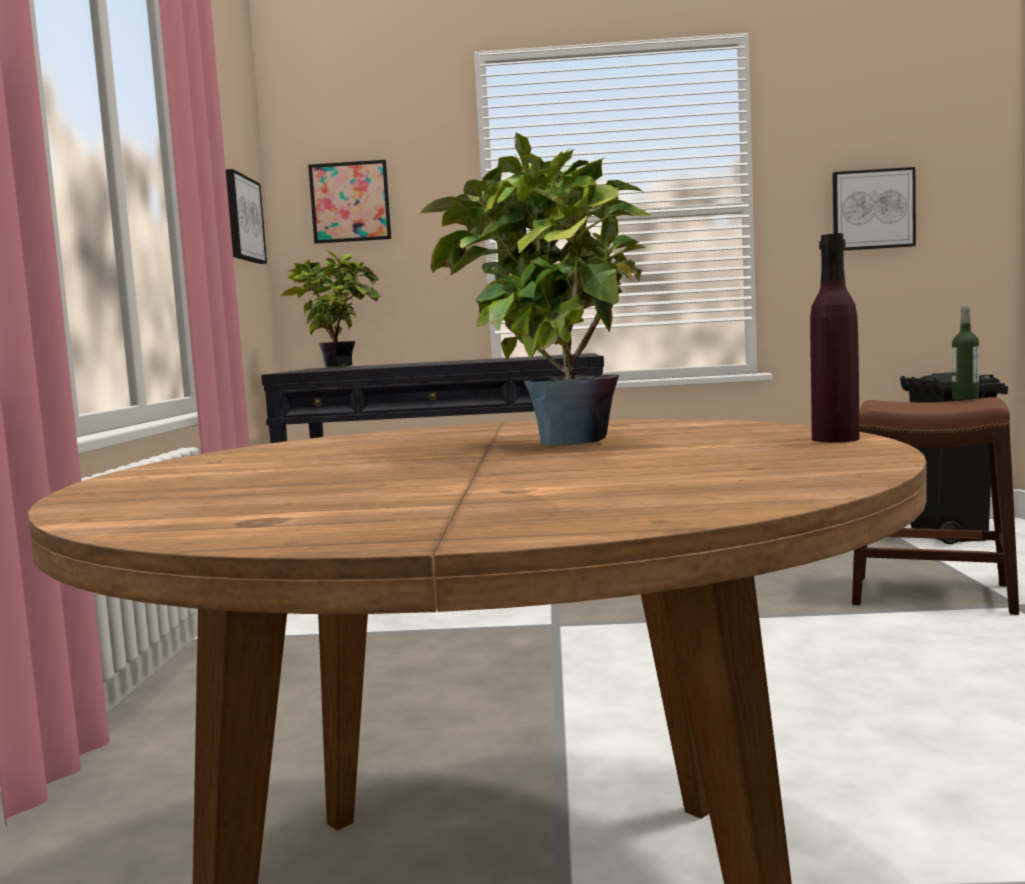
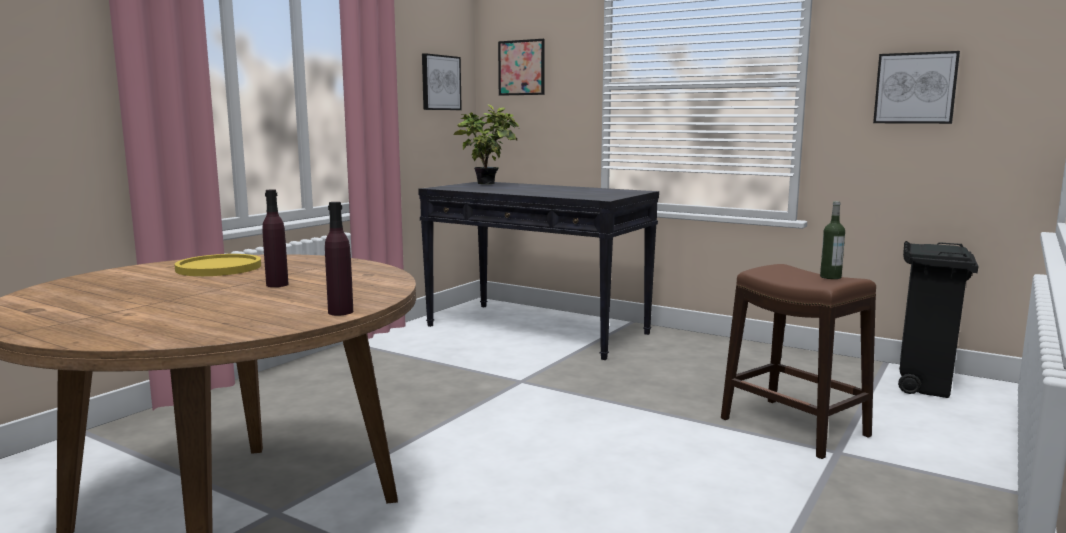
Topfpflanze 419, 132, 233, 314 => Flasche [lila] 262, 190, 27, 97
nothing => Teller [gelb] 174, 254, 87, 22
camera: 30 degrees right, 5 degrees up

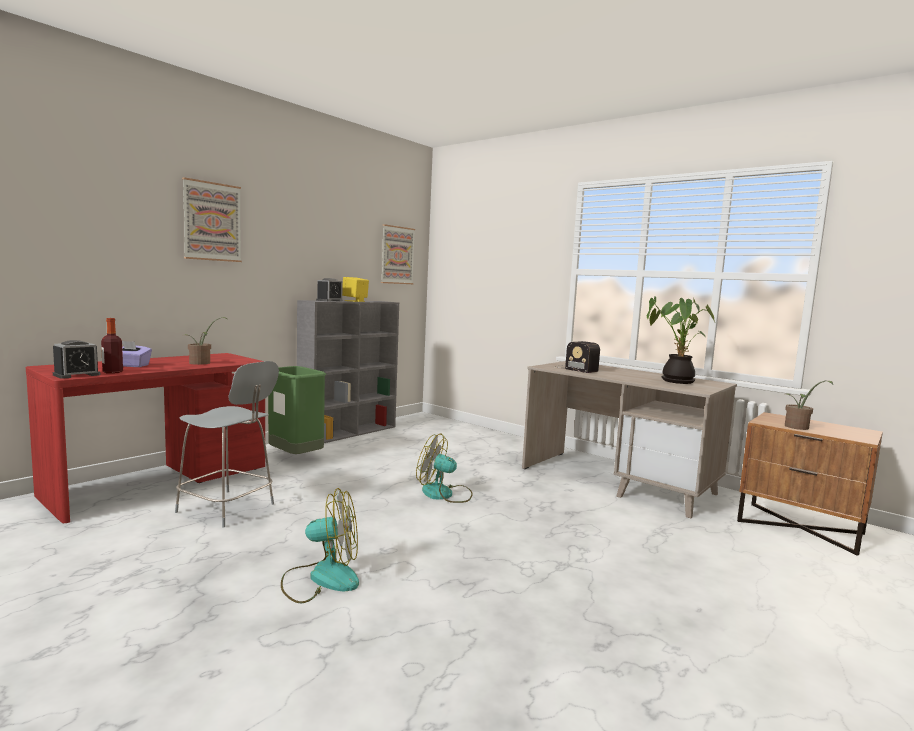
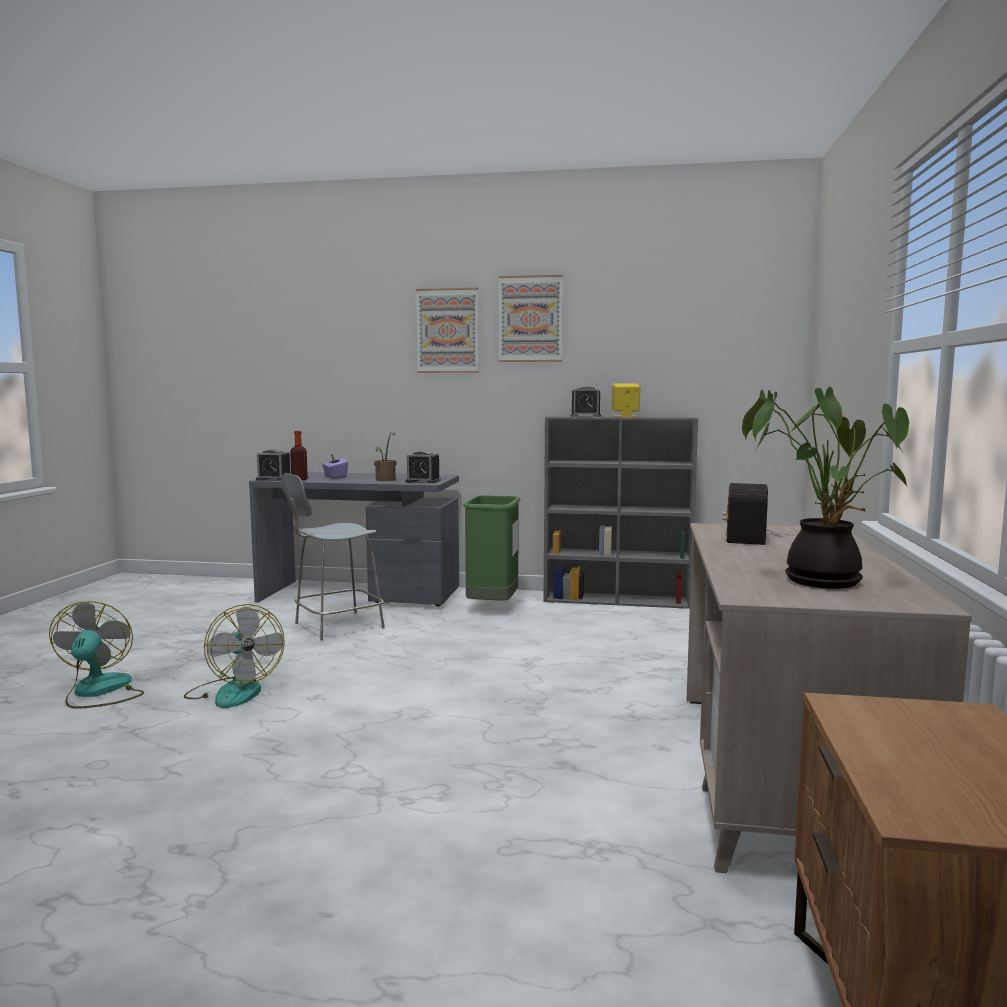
Schreibtisch [rot] 26, 353, 239, 170 => Schreibtisch [grau] 249, 472, 210, 134
Stuhl [grau] 175, 361, 104, 167 => Stuhl [grau] 281, 473, 104, 167, 60 degrees clockwise
Bild 381, 224, 34, 60 => Bild 498, 275, 65, 87, moved
Ventilator 416, 434, 57, 69 => Ventilator 49, 601, 95, 108, moved
Topfpflanze 785, 380, 48, 50 => nothing
nothing => Wecker 405, 451, 36, 32
camera: 60 degrees right, 0 degrees up

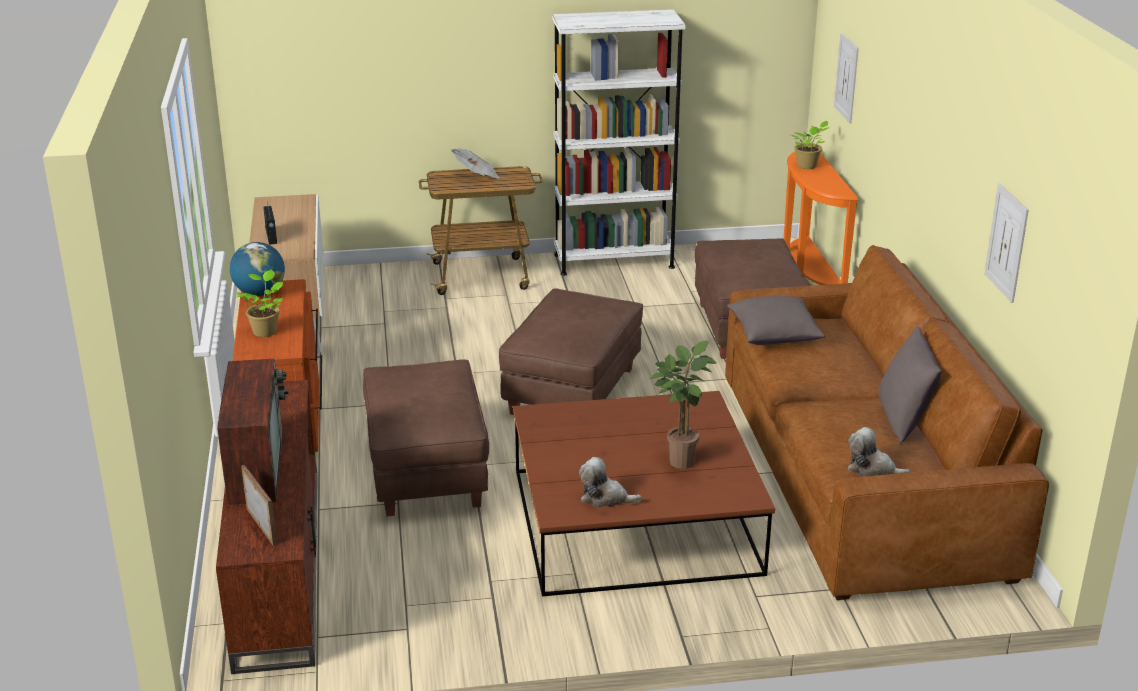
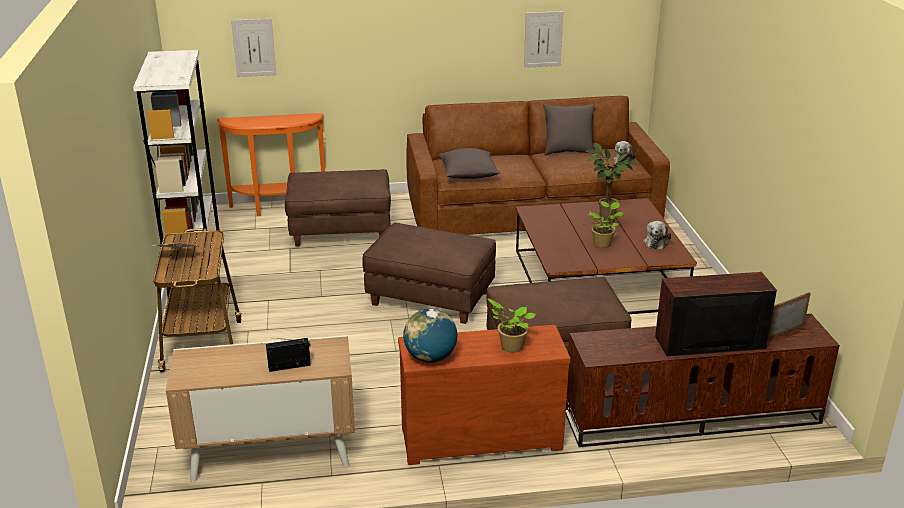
Topfpflanze 791, 121, 38, 48 => Topfpflanze 587, 201, 37, 47, moved
camera: 90 degrees left, 0 degrees up

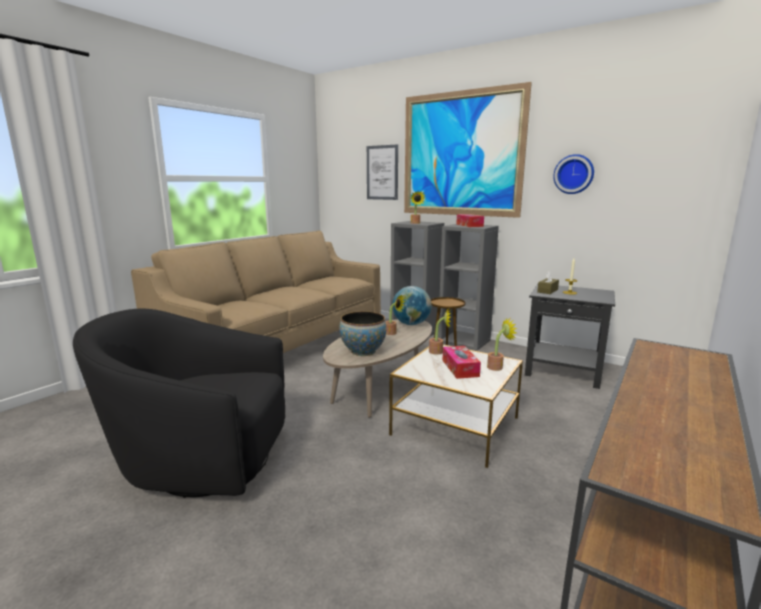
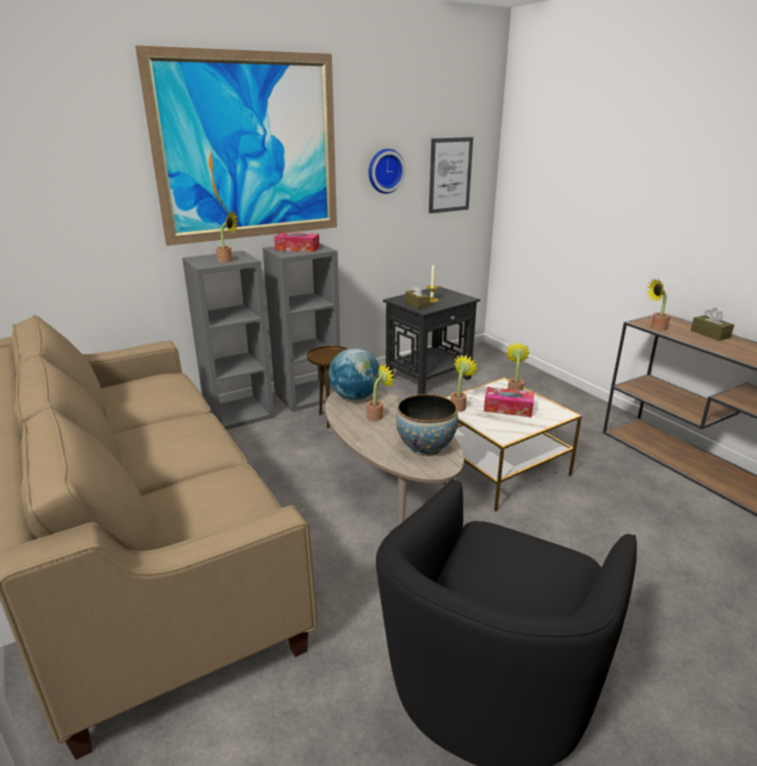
Bild 367, 144, 31, 56 => Bild 429, 137, 44, 77, moved
nothing => Topfpflanze 647, 278, 23, 53
nothing => Taschentuchbox [braun] 691, 308, 43, 33
camera: 65 degrees left, 10 degrees up

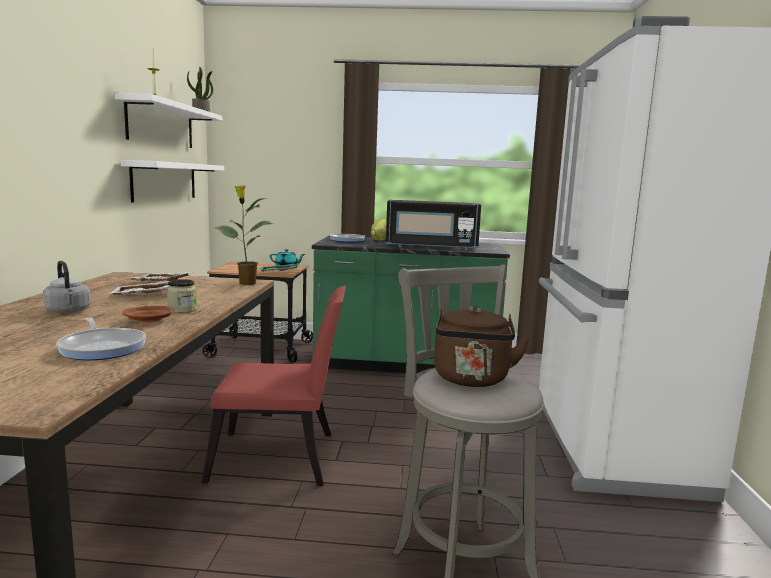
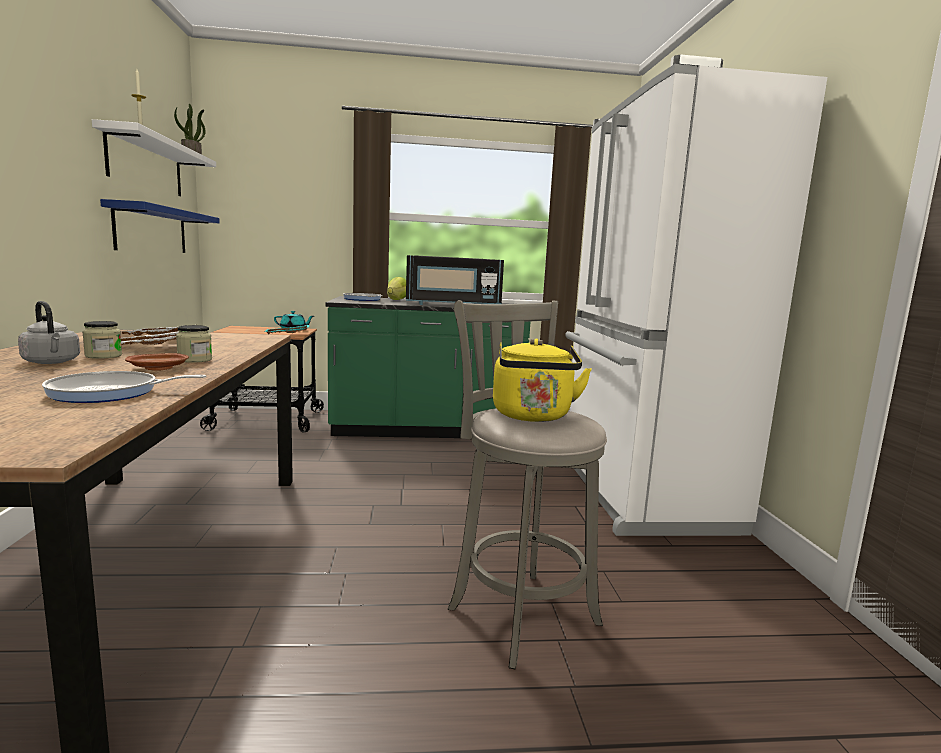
Pfanne 56, 317, 90, 43 => Pfanne 42, 371, 164, 32, 120 degrees clockwise
Wandregal [weiß] 120, 160, 104, 42 => Wandregal [blau] 100, 199, 120, 54
Stuhl [rot] 202, 286, 144, 200 => nothing
Topfpflanze 214, 185, 59, 100 => nothing
Wasserkessel [braun] 434, 306, 96, 81 => Wasserkessel [gelb] 493, 338, 99, 84
nothing => Vorratsglas 82, 321, 40, 38
camera: 10 degrees left, 0 degrees up

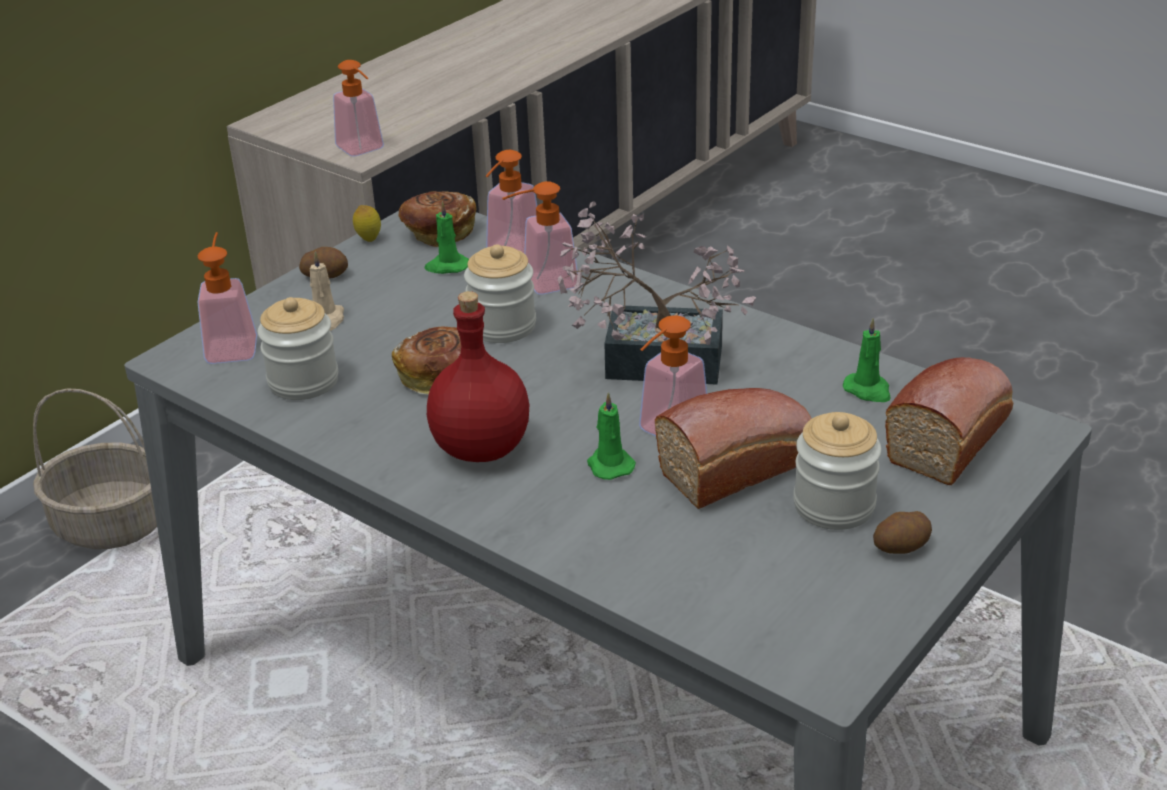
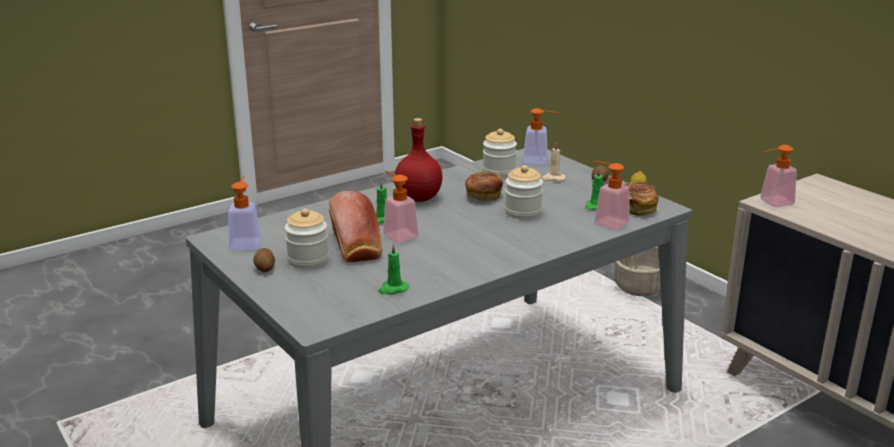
Seifenspender 502, 181, 76, 114 => Seifenspender 228, 176, 33, 74, moved
Topfpflanze 557, 201, 199, 184 => nothing
Brot 885, 357, 128, 128 => nothing
camera: 105 degrees right, 10 degrees down

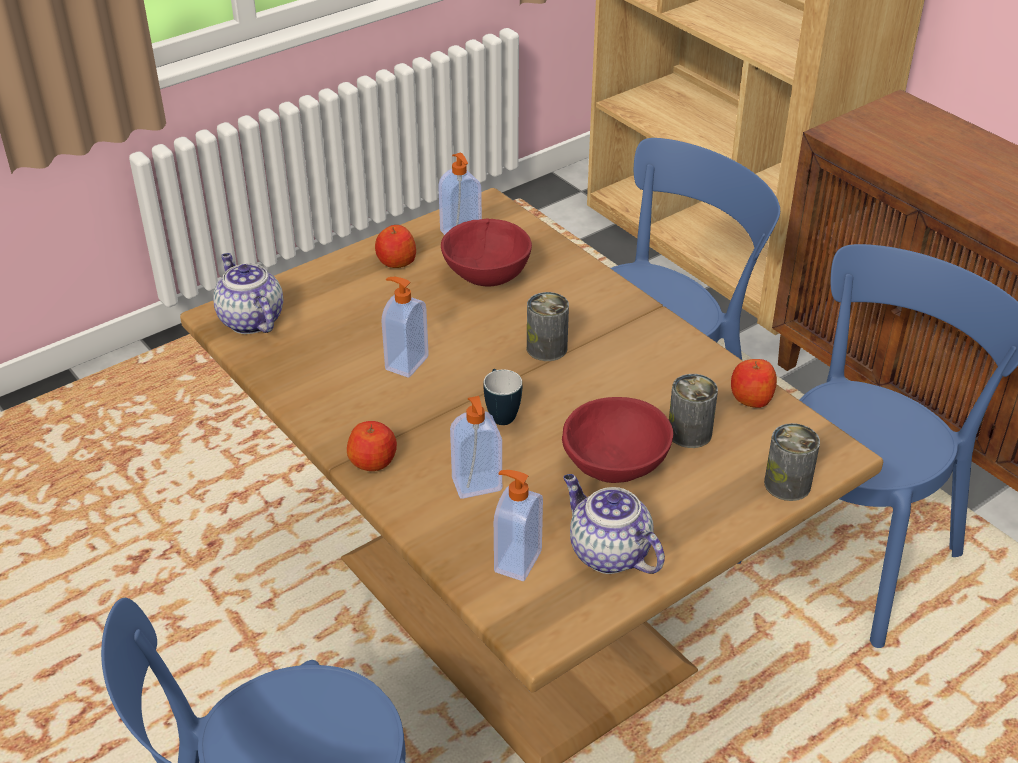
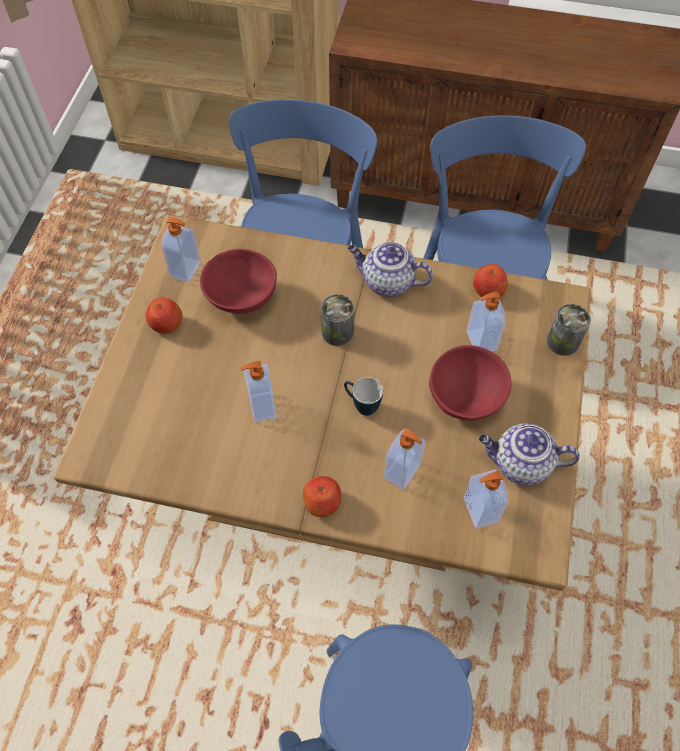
Teekanne 213, 253, 70, 81 => Teekanne 348, 242, 85, 55, moved
Dose 669, 374, 49, 74 => Seifenspender 467, 291, 39, 61
camera: 40 degrees left, 20 degrees up

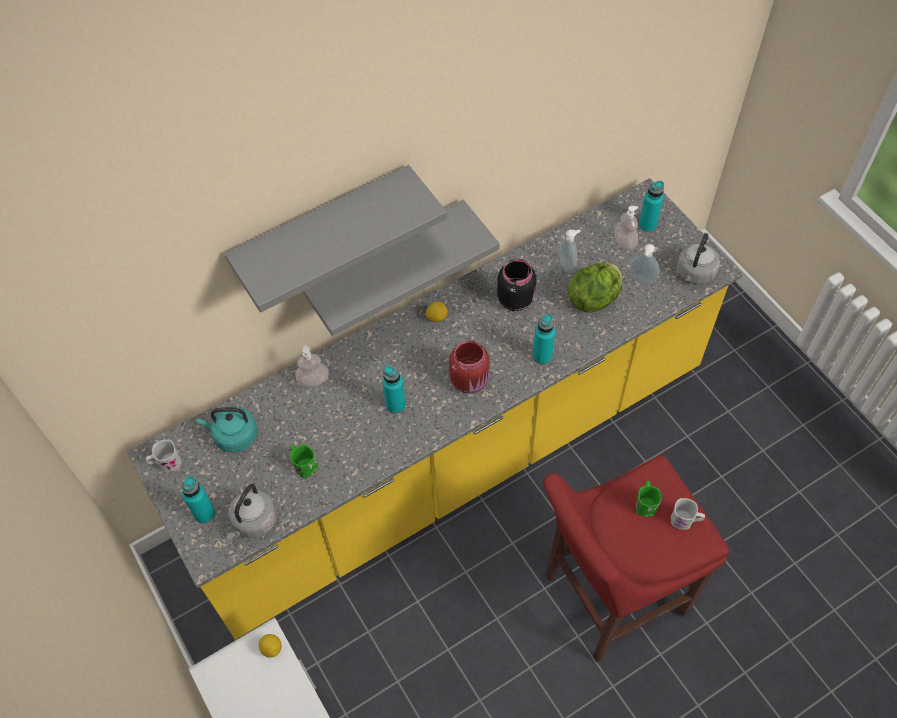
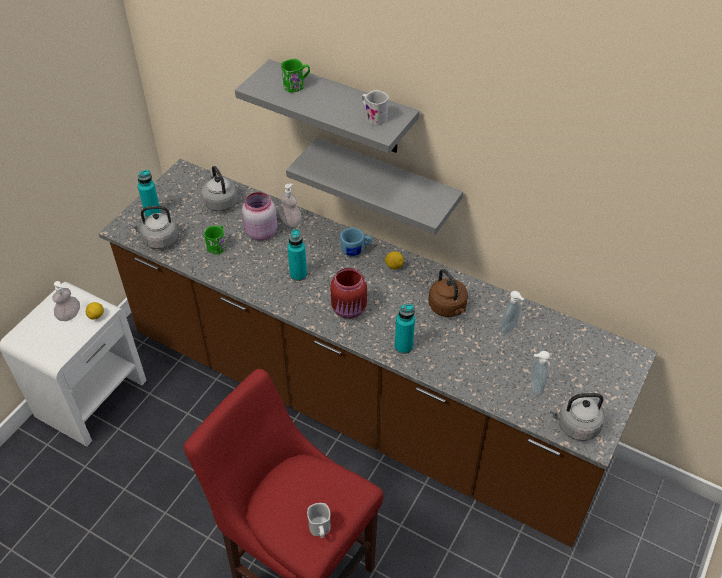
Küchenzeile [gelb] 127, 178, 615, 461 => Küchenzeile [braun] 99, 159, 558, 388
Henkelbecher [weiß] 146, 439, 35, 33 => Henkelbecher [weiß] 362, 90, 27, 35, moved
Wasserkessel [türkis] 196, 407, 61, 46 => Wasserkessel [grau] 202, 166, 36, 45
Vorratsglas [schwarz] 497, 259, 39, 52 => Wasserkessel [braun] 428, 269, 40, 48
Salatkopf 567, 263, 55, 49 => nothing
Seifenspender 614, 206, 24, 45 => Seifenspender 52, 281, 28, 40, moved
Henkelbecher [grün] 635, 481, 26, 36 => Henkelbecher [grün] 281, 59, 29, 33, moved
Flasche [türkis] 639, 180, 25, 52 => nothing
nothing => Vorratsglas [rosa] 242, 192, 35, 49
nothing => Henkelbecher [blau] 340, 227, 32, 30
camera: 60 degrees right, 10 degrees down

